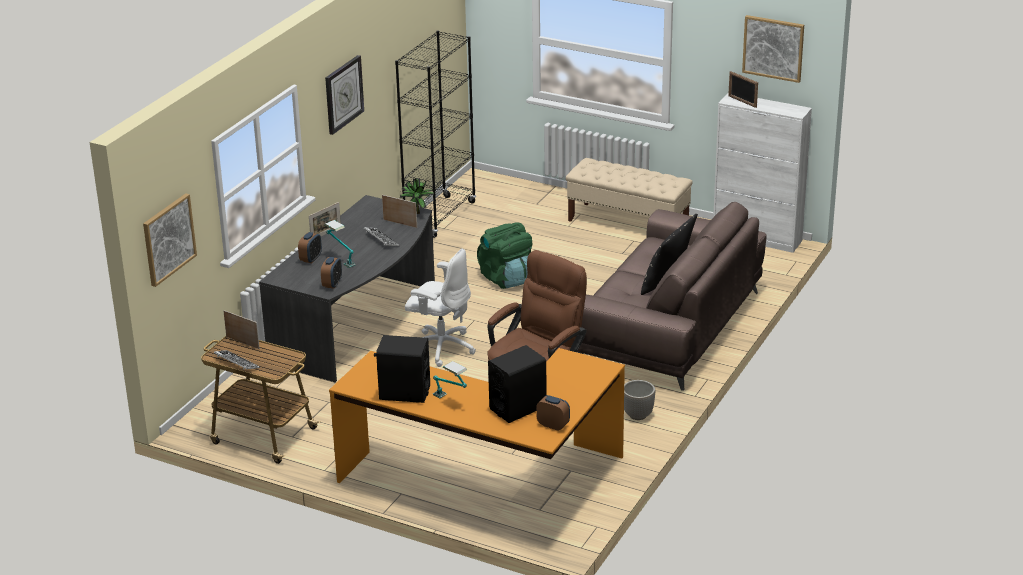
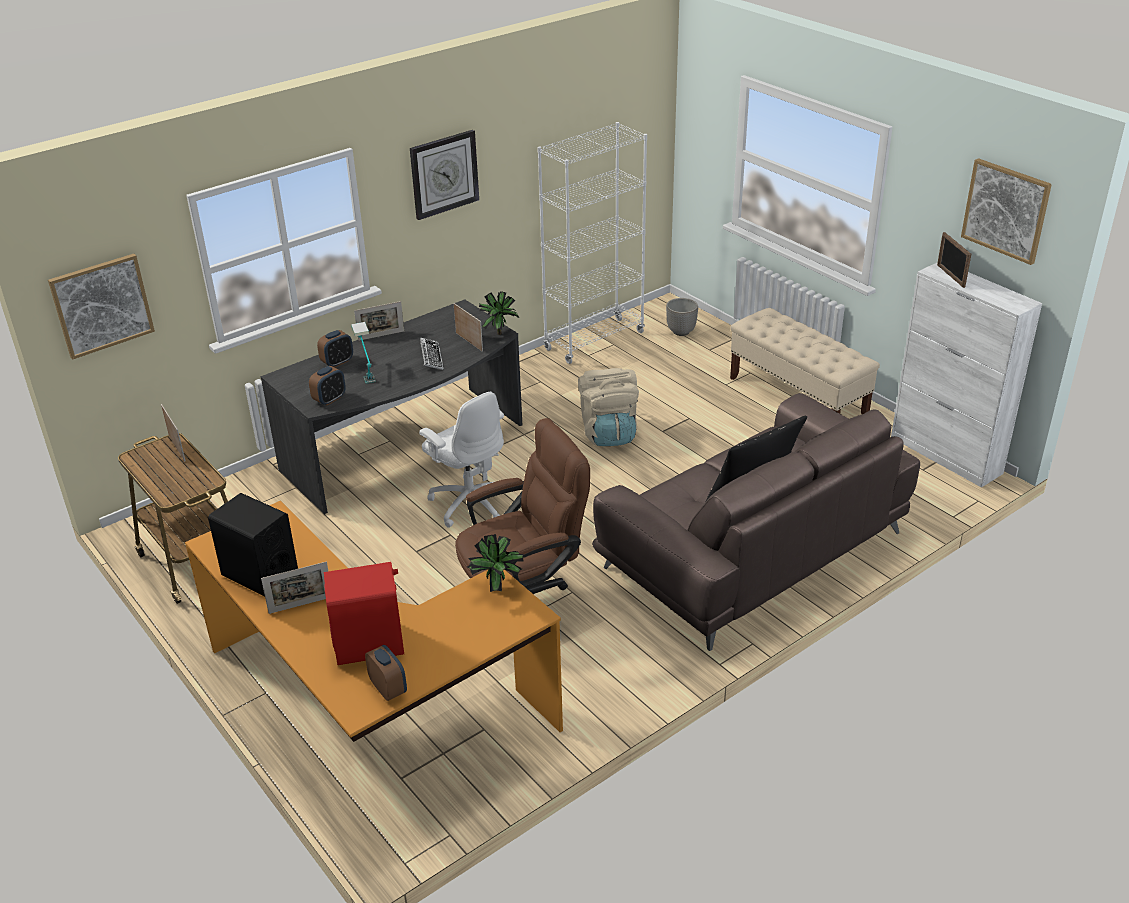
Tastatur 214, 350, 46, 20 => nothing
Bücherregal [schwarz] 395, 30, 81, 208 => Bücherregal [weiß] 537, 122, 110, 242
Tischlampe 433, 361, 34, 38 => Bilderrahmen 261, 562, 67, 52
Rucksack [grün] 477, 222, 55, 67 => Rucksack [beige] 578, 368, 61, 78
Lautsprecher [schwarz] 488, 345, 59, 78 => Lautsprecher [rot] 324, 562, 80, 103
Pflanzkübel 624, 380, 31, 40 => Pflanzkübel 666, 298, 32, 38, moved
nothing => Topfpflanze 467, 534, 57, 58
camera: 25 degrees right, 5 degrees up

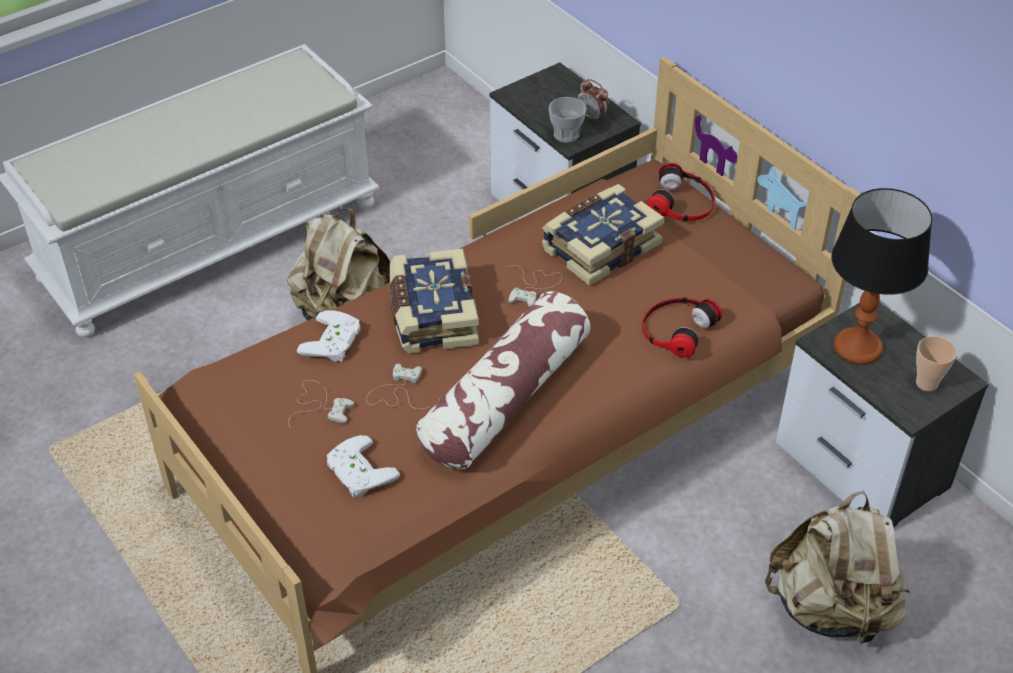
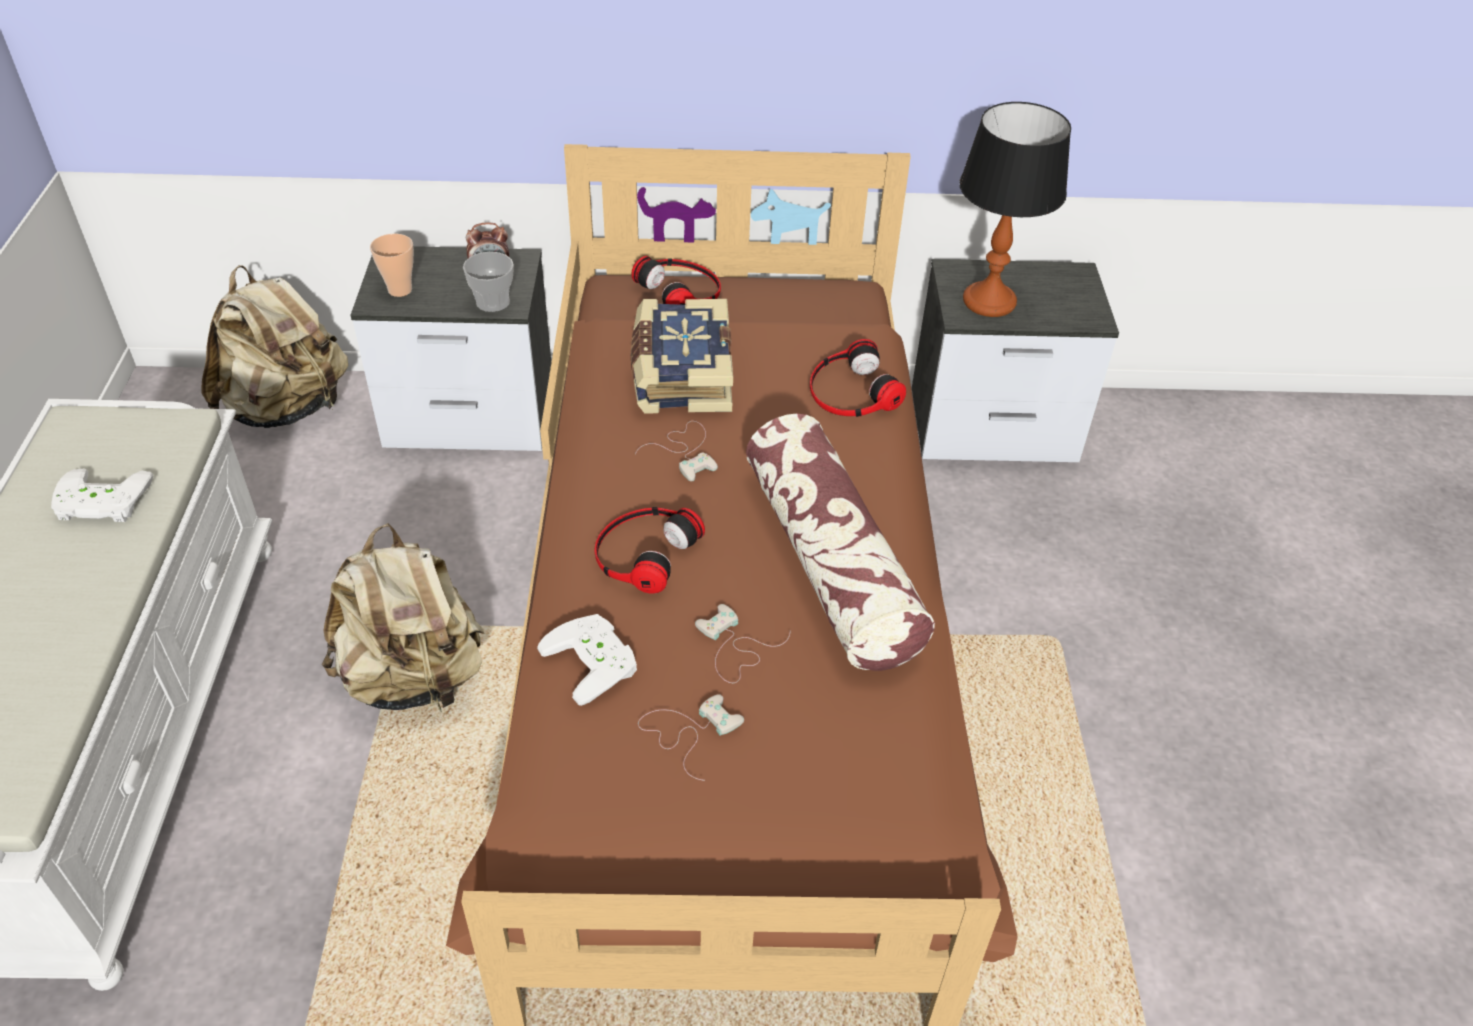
Gamepad [weiß] 327, 435, 73, 62 => Gamepad [weiß] 51, 469, 103, 53, moved
Buch 389, 249, 90, 105 => Kopfhörer 594, 507, 111, 86
Rucksack [beige] 765, 491, 145, 158 => Rucksack [beige] 202, 265, 146, 163, moved
Tasse 916, 336, 41, 55 => Tasse 370, 233, 44, 64, moved
camera: 55 degrees left, 0 degrees up

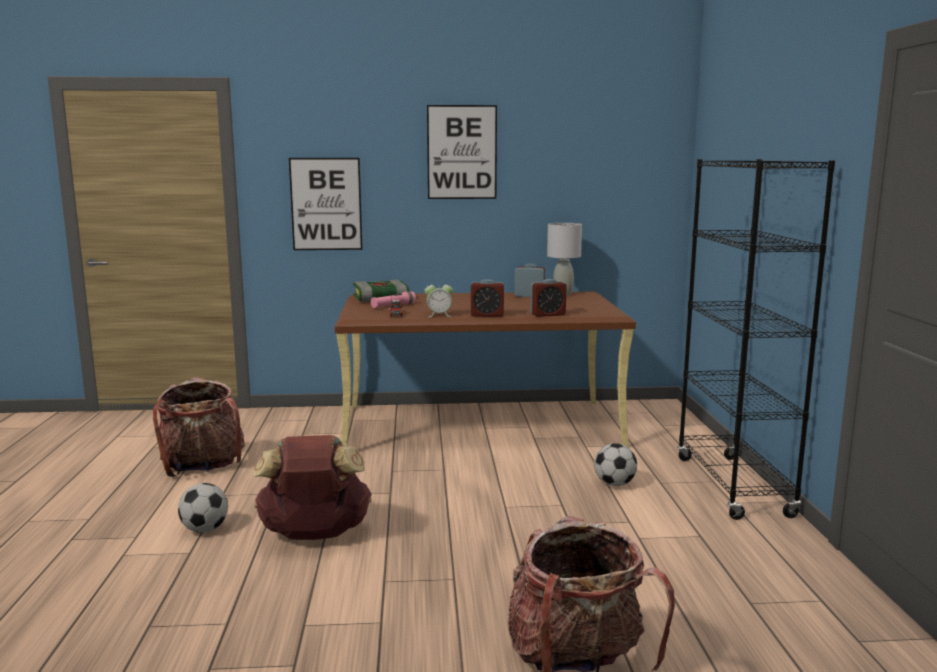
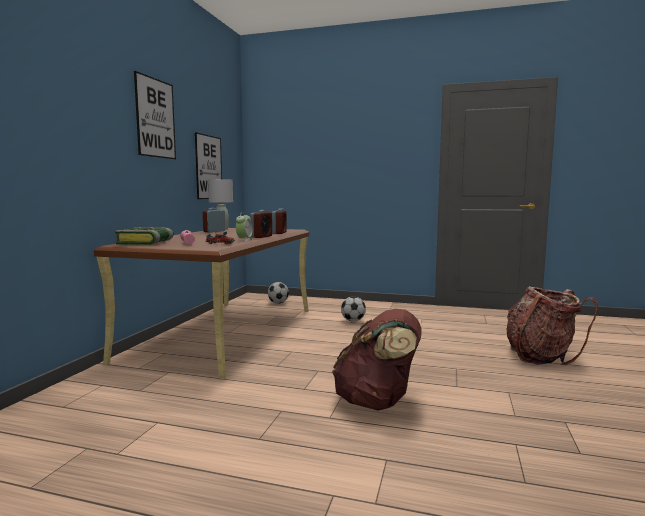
Rucksack 153, 378, 92, 99 => nothing
Fußball 178, 483, 50, 50 => Fußball 268, 282, 21, 22, moved
Bild 289, 158, 73, 92 => Bild 195, 132, 27, 67, moved
Bücherregal [schwarz] 677, 159, 158, 361 => nothing
camera: 70 degrees left, 5 degrees down

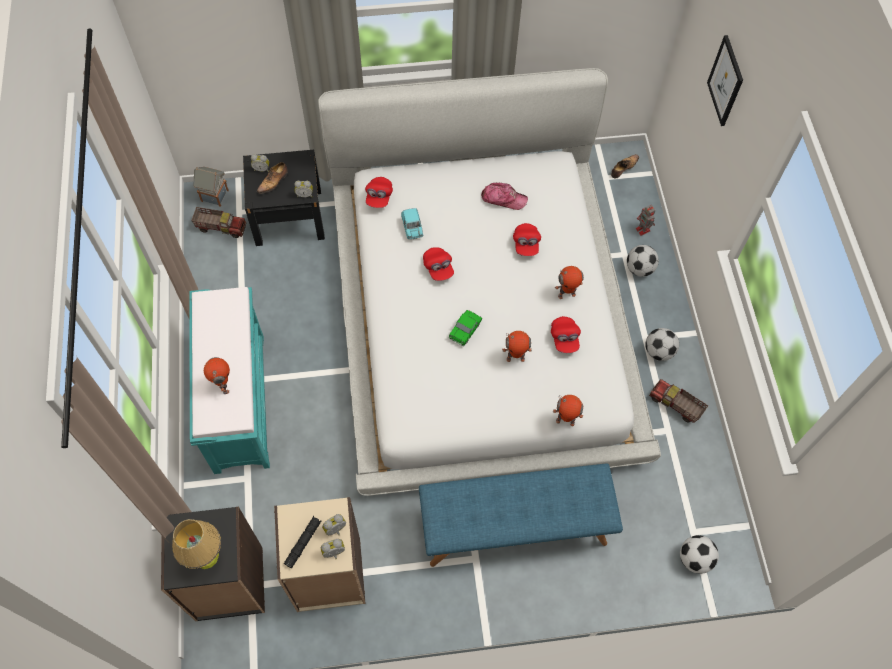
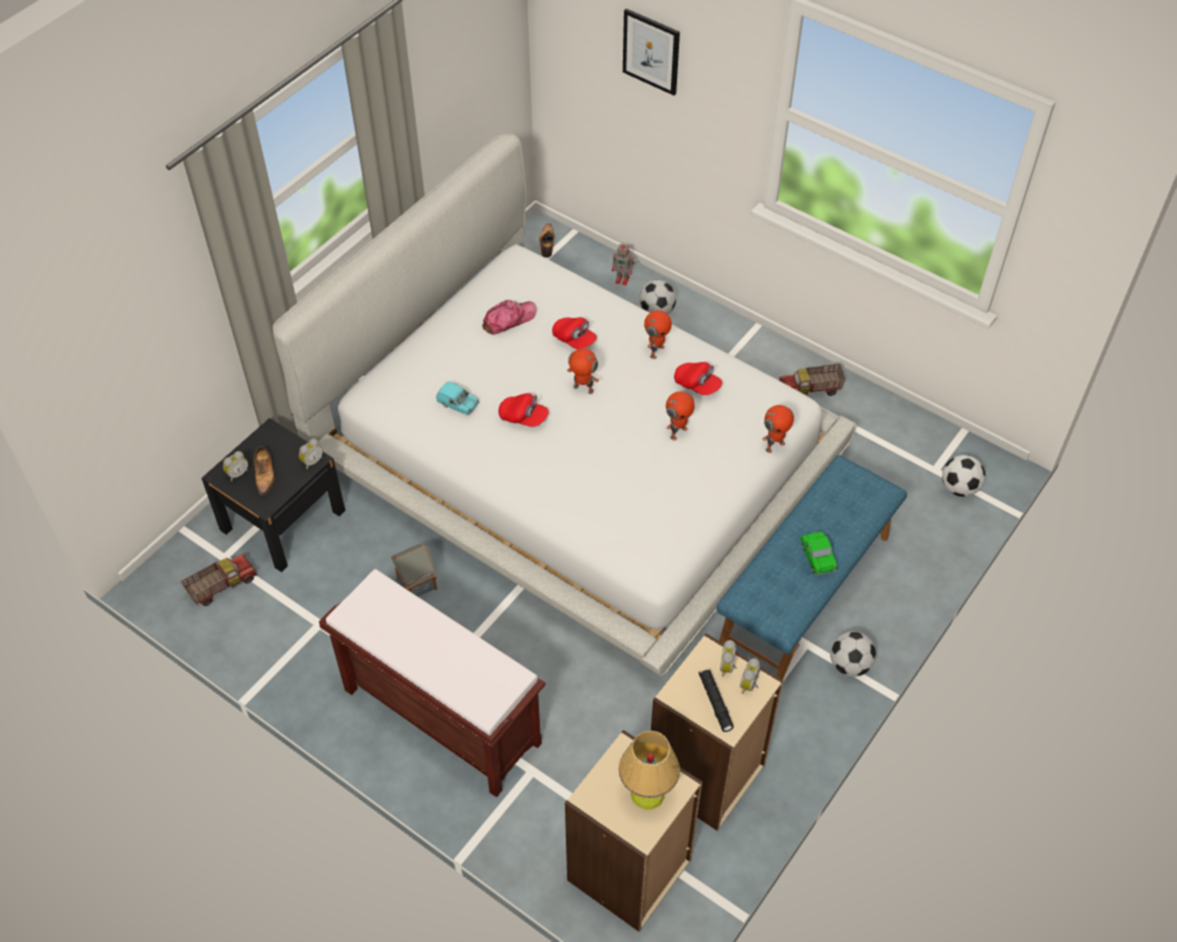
Bücherregal [schwarz] 161, 507, 104, 114 => Bücherregal [beige] 565, 730, 137, 202
Bank [türkis] 189, 287, 81, 187 => Bank [braun] 319, 569, 227, 228
Spielzeughaus 193, 167, 36, 40 => Spielzeughaus 390, 544, 47, 53, moved
Spielzeugroboter 204, 357, 26, 37 => Spielzeugroboter 567, 348, 32, 46, moved
Kappe [rot] 365, 177, 28, 31 => nothing
Spielzeugauto 449, 310, 33, 36 => Spielzeugauto 800, 531, 38, 44, moved
Fußball 645, 328, 34, 33 => Fußball 830, 631, 46, 46, moved
camera: 45 degrees left, 10 degrees down

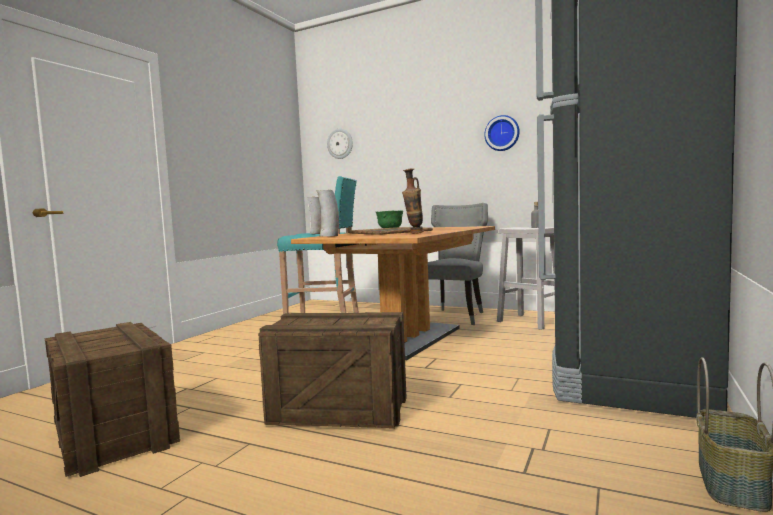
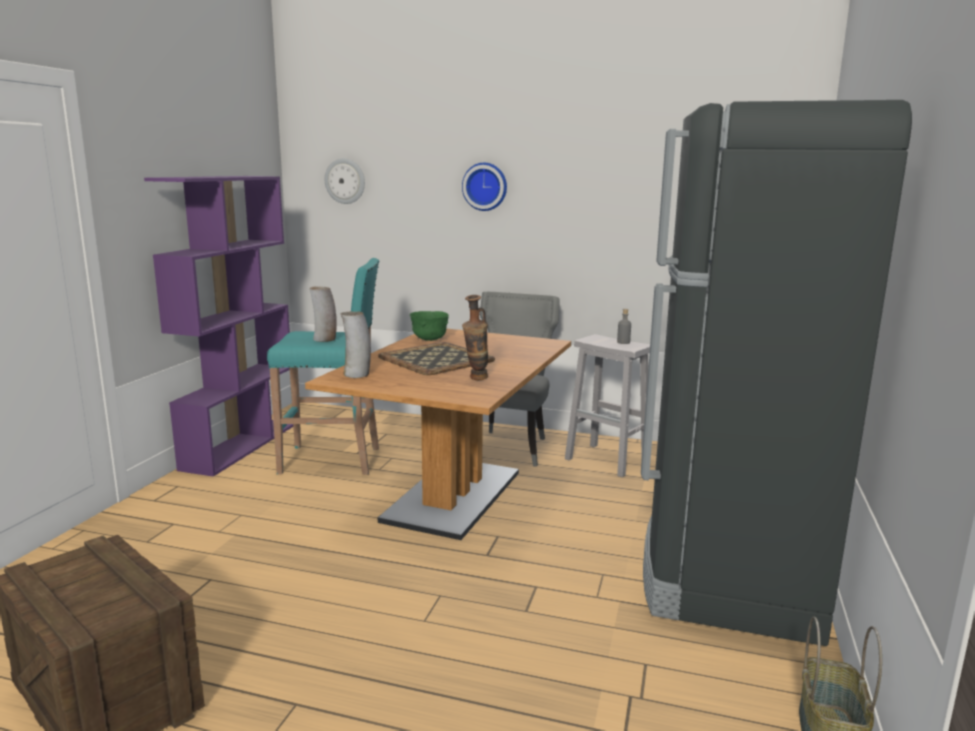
Kiste 258, 312, 149, 117 => nothing
Wanduhr 484, 115, 36, 36 => Wanduhr 462, 163, 45, 48, moved
nothing => Bücherregal [lila] 144, 176, 149, 301
camera: 10 degrees left, 10 degrees up

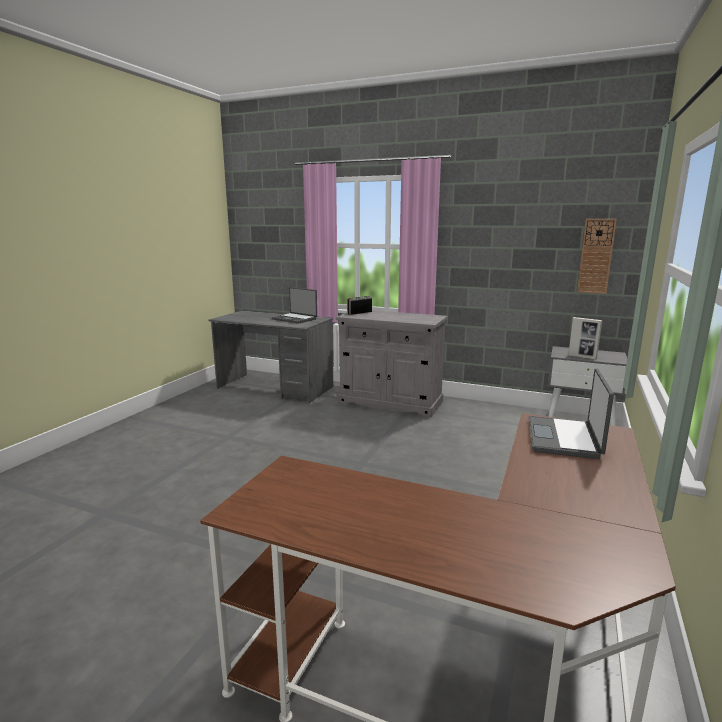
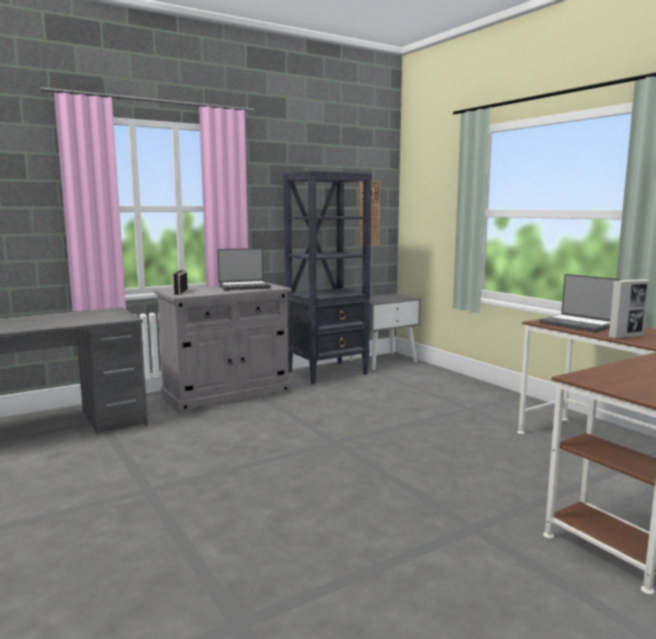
Laptop 272, 287, 45, 37 => Laptop 217, 248, 54, 42, moved
Bilderrahmen 568, 317, 35, 43 => Bilderrahmen 609, 279, 41, 60, moved
nothing => Bücherregal [schwarz] 283, 171, 89, 213
camera: 55 degrees left, 5 degrees down

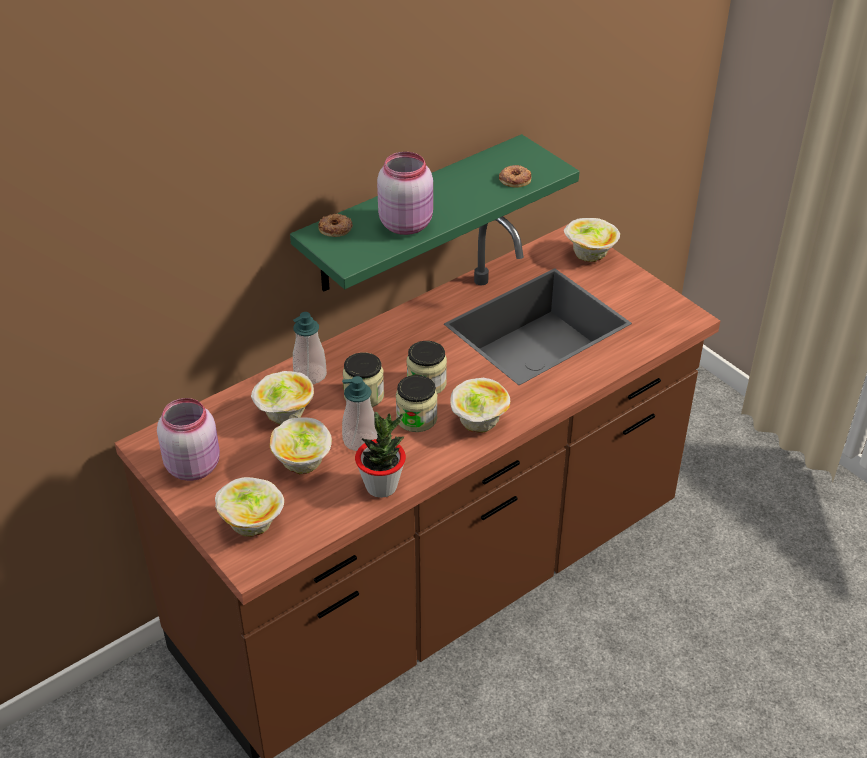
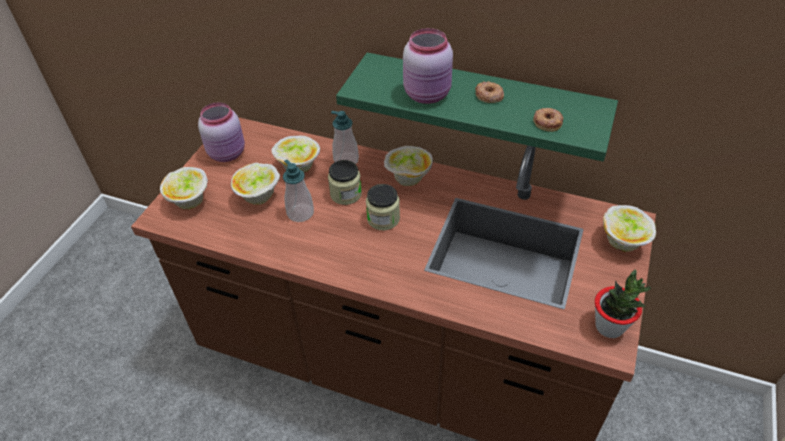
Donut 318, 213, 35, 24 => Donut 475, 81, 29, 22, moved
Topfpflanze 355, 412, 51, 86 => Topfpflanze 595, 269, 56, 69, moved
Vorratsglas 396, 375, 41, 57 => nothing
Schüssel 450, 378, 60, 55 => Schüssel 384, 146, 49, 40, moved
camera: 60 degrees right, 5 degrees up

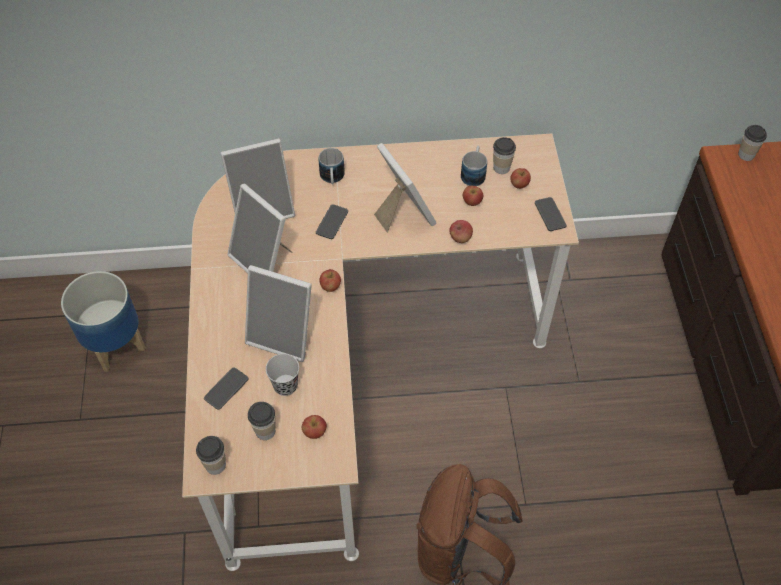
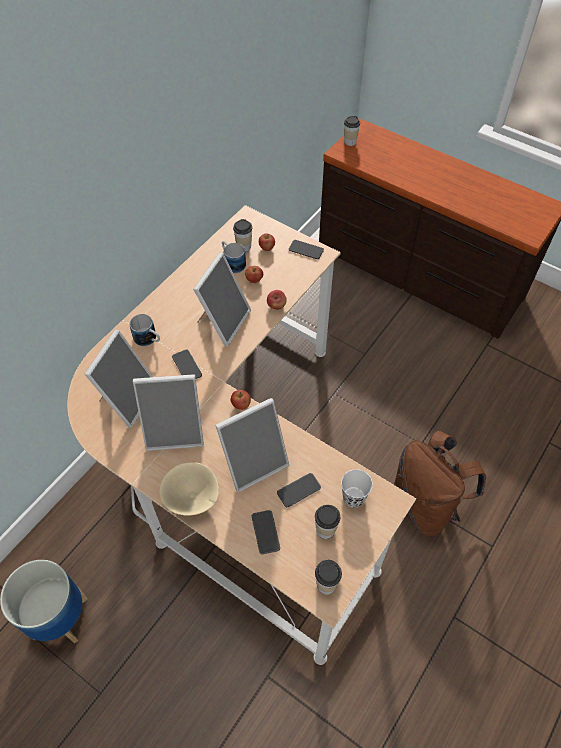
Tasse [schwarz] 266, 354, 33, 42 => Handy 277, 473, 44, 34
Apfel 302, 415, 25, 24 => Tasse [weiß] 341, 469, 32, 39
Bilderrahmen 374, 143, 62, 89 => Bilderrahmen 193, 252, 58, 94, 105 degrees clockwise
nothing => Schüssel [beige] 159, 462, 60, 54
camera: 50 degrees left, 0 degrees up

